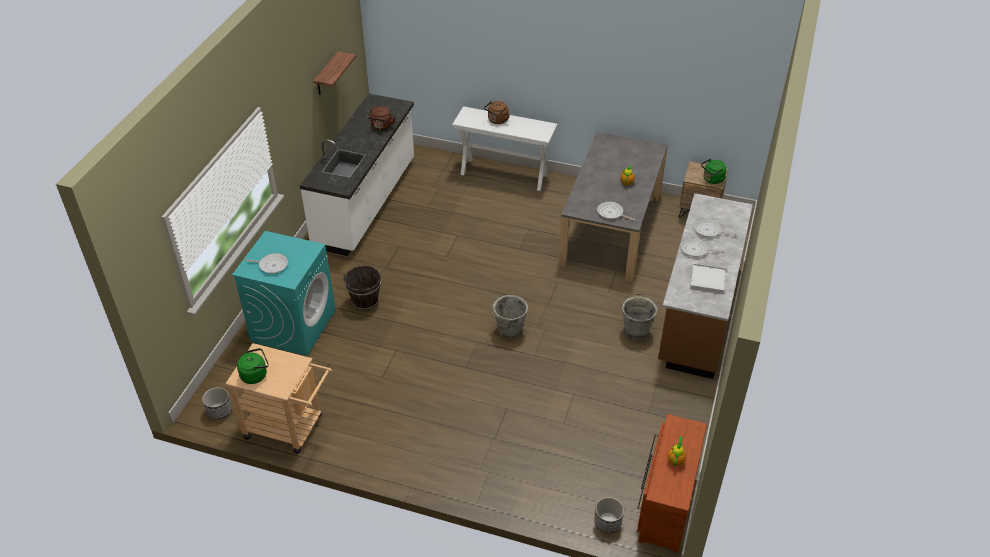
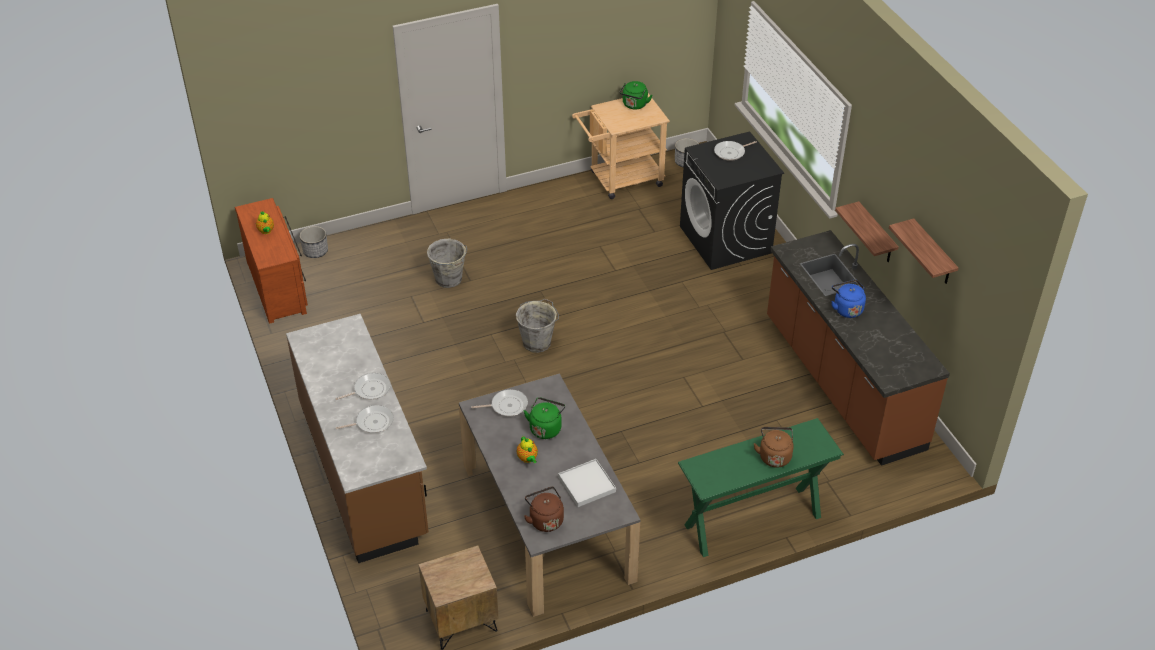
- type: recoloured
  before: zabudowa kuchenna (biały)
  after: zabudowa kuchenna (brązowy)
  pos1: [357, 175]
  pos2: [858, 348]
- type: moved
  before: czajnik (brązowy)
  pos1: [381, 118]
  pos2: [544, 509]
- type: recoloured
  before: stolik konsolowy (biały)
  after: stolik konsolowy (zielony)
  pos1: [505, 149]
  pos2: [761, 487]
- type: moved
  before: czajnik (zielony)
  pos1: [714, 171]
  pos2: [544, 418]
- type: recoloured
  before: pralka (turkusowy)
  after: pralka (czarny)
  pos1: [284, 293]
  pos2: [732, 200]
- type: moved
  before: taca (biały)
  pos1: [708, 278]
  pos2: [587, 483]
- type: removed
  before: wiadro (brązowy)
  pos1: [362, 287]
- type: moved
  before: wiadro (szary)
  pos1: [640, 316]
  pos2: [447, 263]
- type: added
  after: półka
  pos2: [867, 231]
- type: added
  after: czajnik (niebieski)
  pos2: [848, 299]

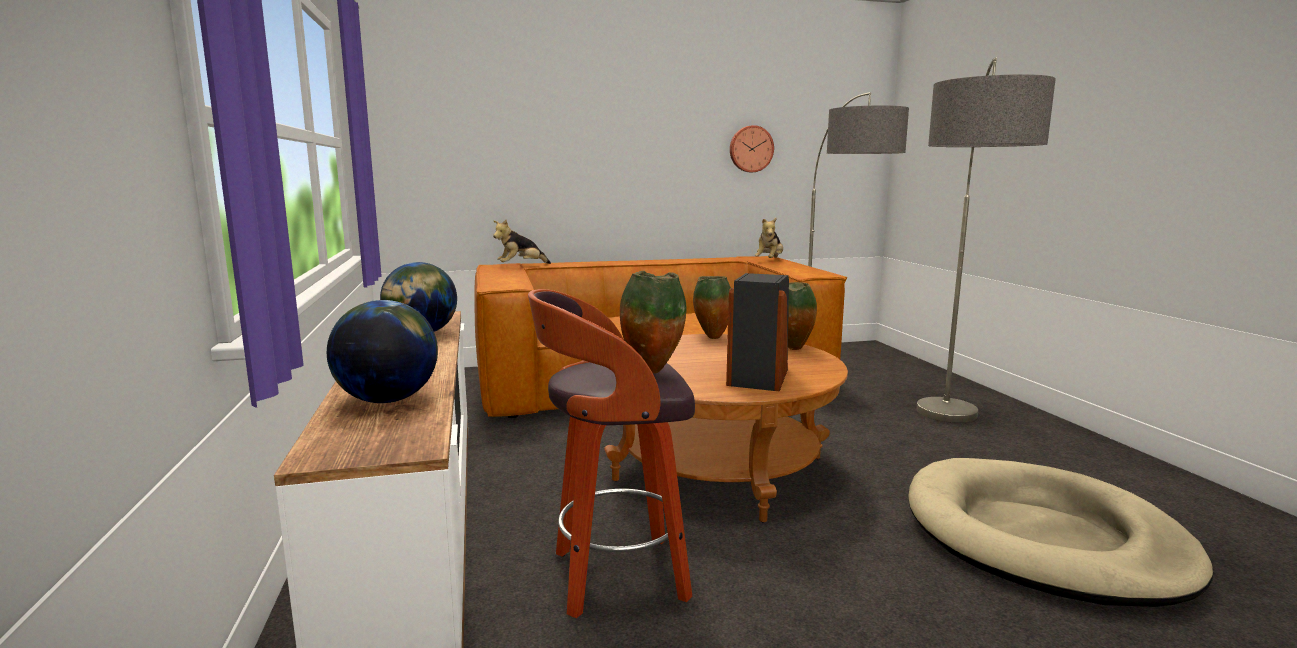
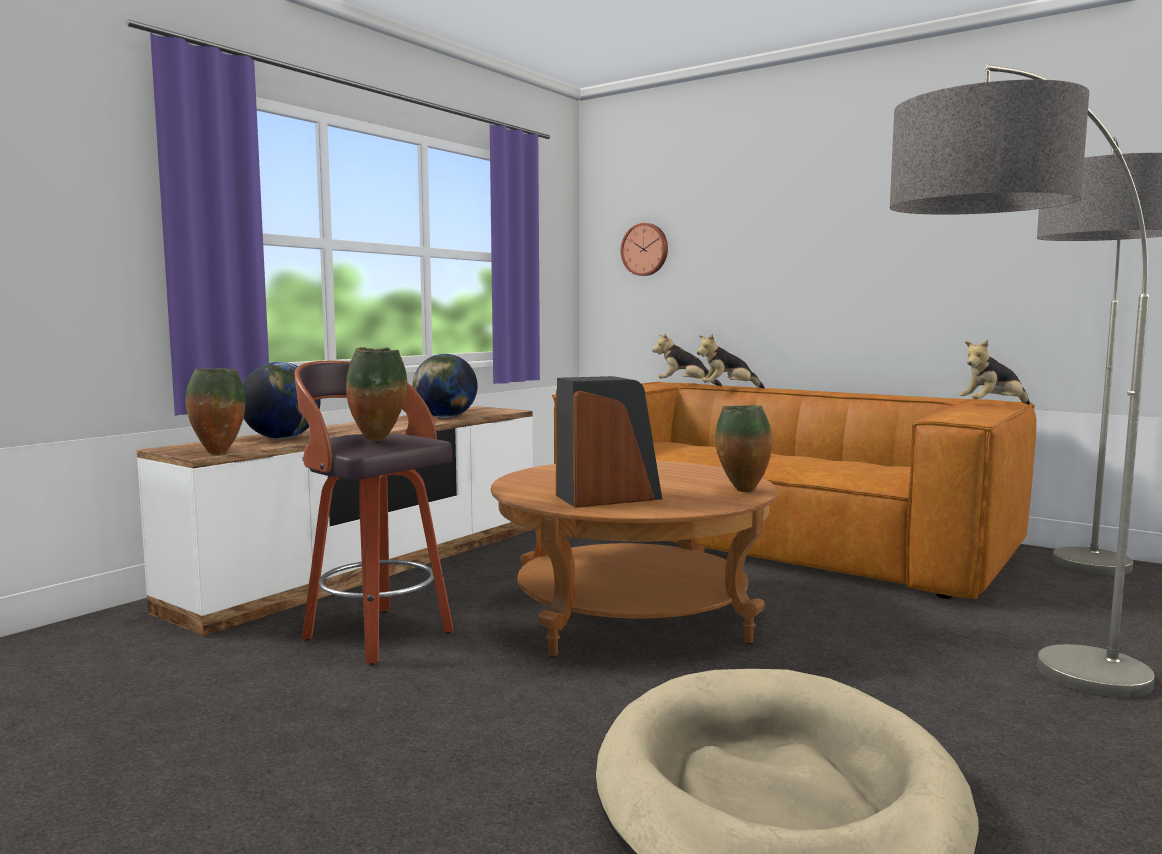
- type: moved
  before: zegar ścienny
  pos1: [752, 148]
  pos2: [644, 249]
- type: moved
  before: wazon
  pos1: [712, 307]
  pos2: [215, 411]
- type: added
  after: pluszak
  pos2: [731, 361]

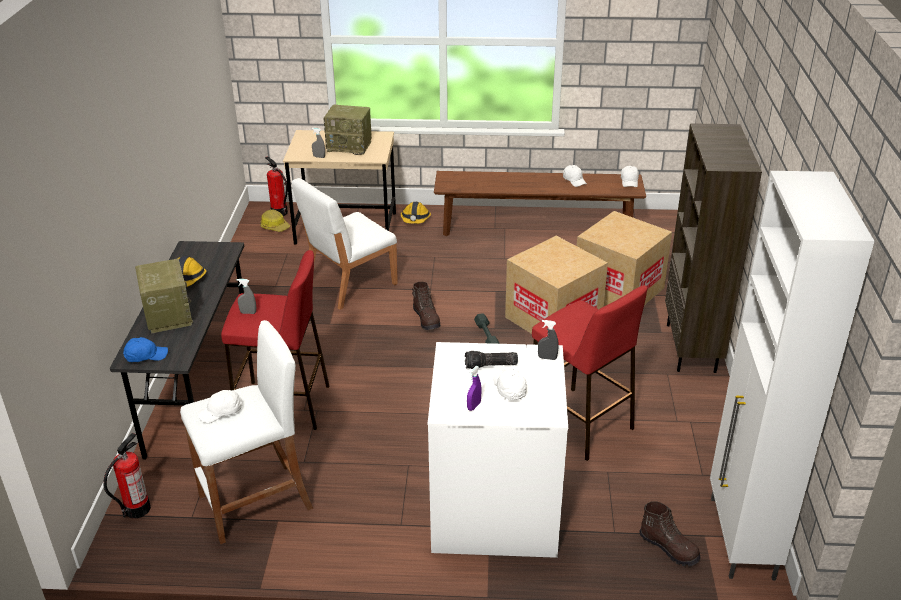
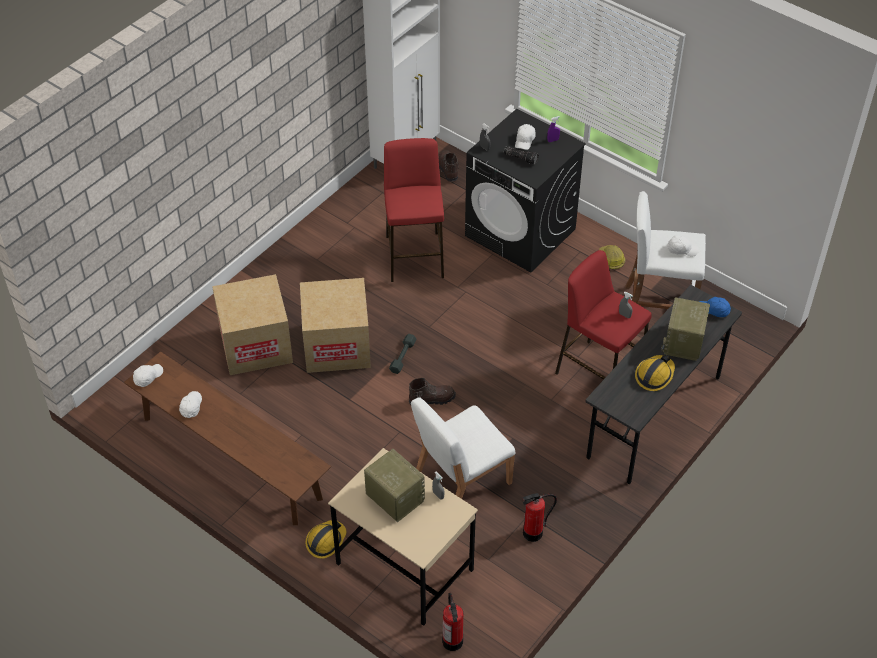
- type: removed
  before: regał (brązowy)
  pos1: [713, 248]
- type: turned
  before: krzesło (biały)
  pos1: [345, 244]
  pos2: [463, 448]
  turn: 150
- type: moved
  before: kask
  pos1: [275, 220]
  pos2: [612, 257]
- type: turned
  before: but z cholewką (brązowy)
  pos1: [426, 306]
  pos2: [432, 391]
  turn: 60
- type: recoloured
  before: pralka (biały)
  after: pralka (czarny)
  pos1: [498, 450]
  pos2: [525, 191]
- type: moved
  before: gaśnica
  pos1: [127, 475]
  pos2: [539, 517]

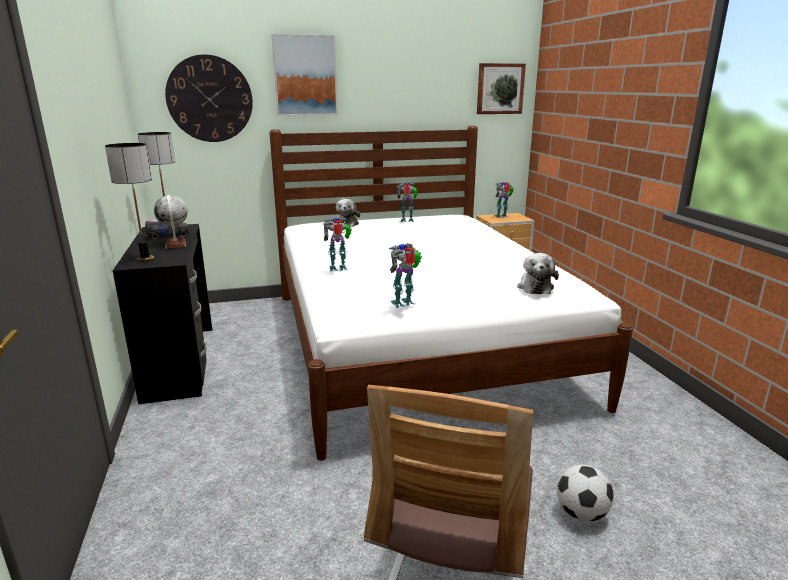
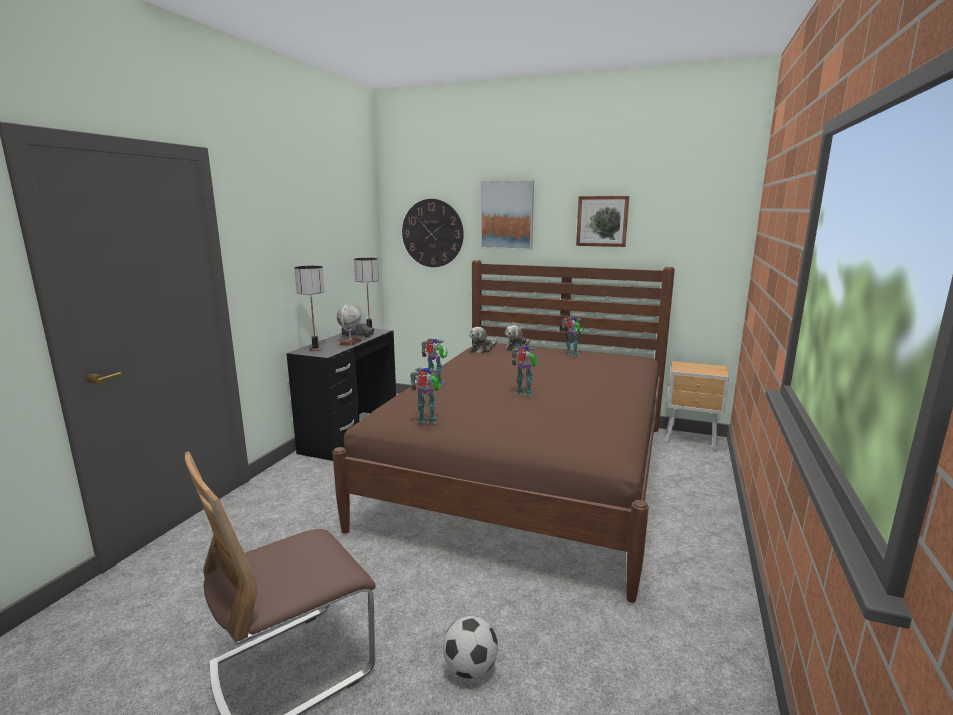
- type: moved
  before: obraz
  pos1: [501, 88]
  pos2: [602, 221]
- type: recoloured
  before: łóżko (biały)
  after: łóżko (brązowy)
  pos1: [451, 293]
  pos2: [503, 431]
- type: moved
  before: robot zabawkowy
  pos1: [504, 200]
  pos2: [524, 371]
- type: moved
  before: pluszak
  pos1: [538, 273]
  pos2: [483, 340]

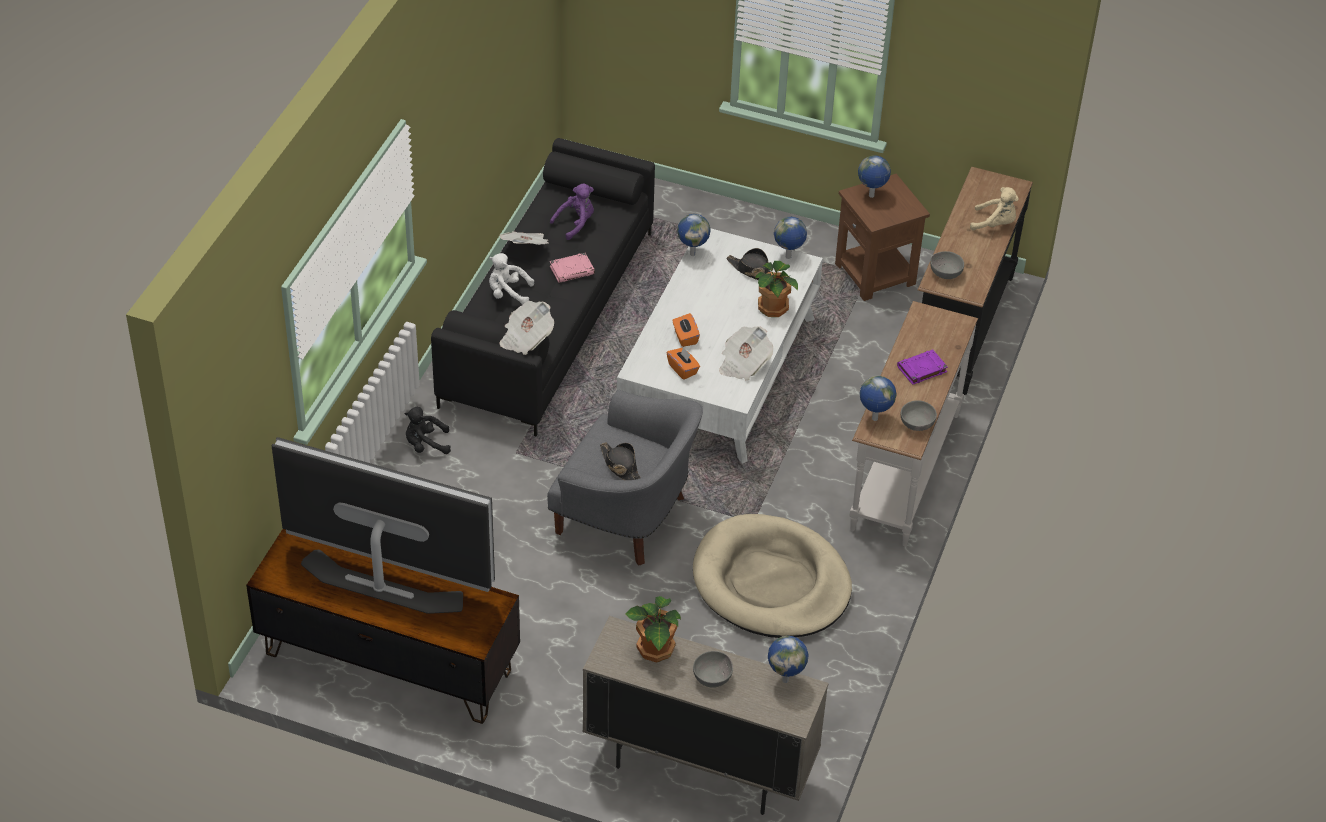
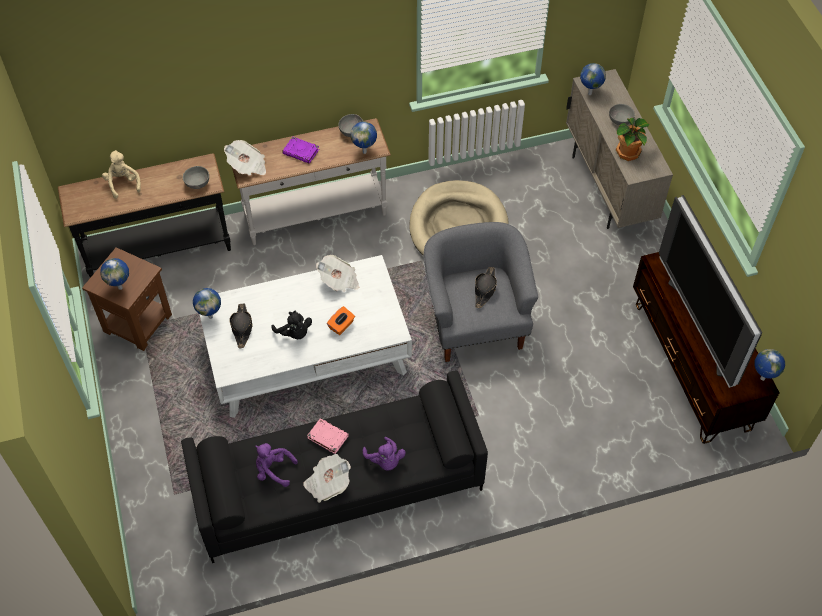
- type: moved
  before: globus
  pos1: [694, 235]
  pos2: [769, 365]
- type: recoloured
  before: pluszak (biały)
  after: pluszak (fioletowy)
  pos1: [511, 279]
  pos2: [384, 454]
- type: removed
  before: roślina doniczkowa
  pos1: [776, 289]
- type: moved
  before: gazeta
  pos1: [526, 328]
  pos2: [245, 158]
- type: removed
  before: pudełko chusteczek (pomarańczowy)
  pos1: [683, 363]
- type: moved
  before: pluszak (czarny)
  pos1: [428, 430]
  pos2: [291, 325]

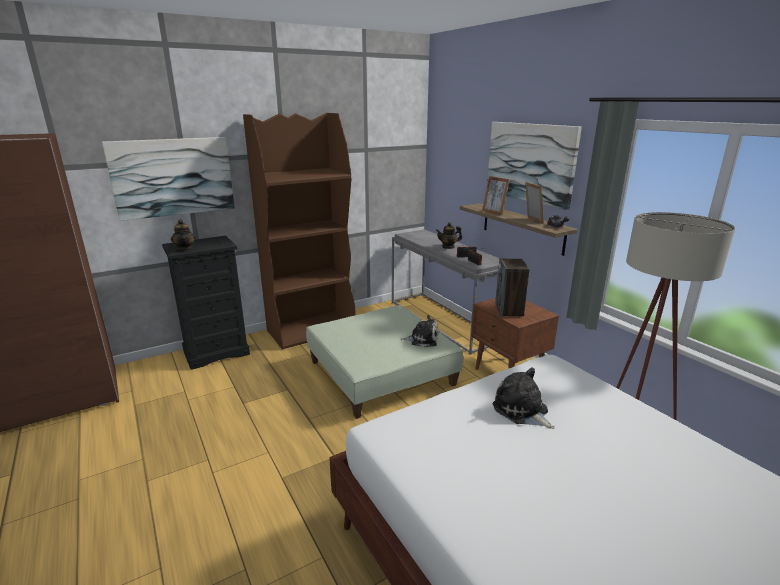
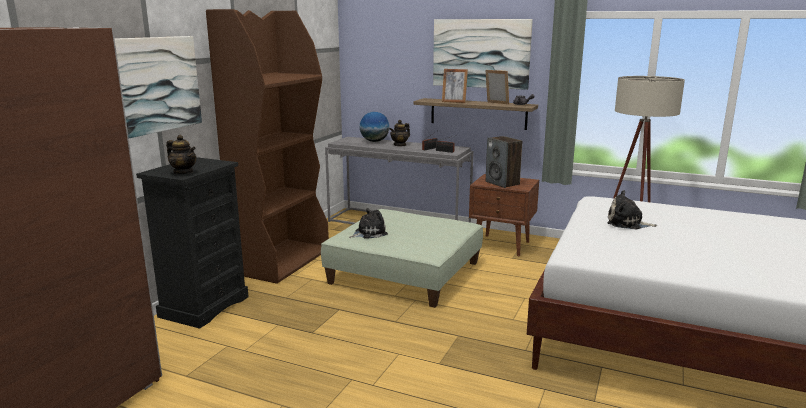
- type: moved
  before: pluszak
  pos1: [419, 331]
  pos2: [368, 223]
- type: added
  after: globus
  pos2: [374, 127]

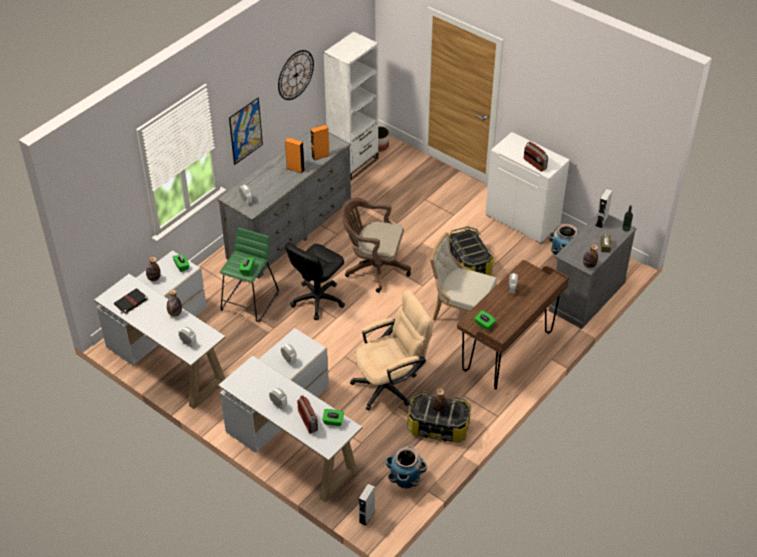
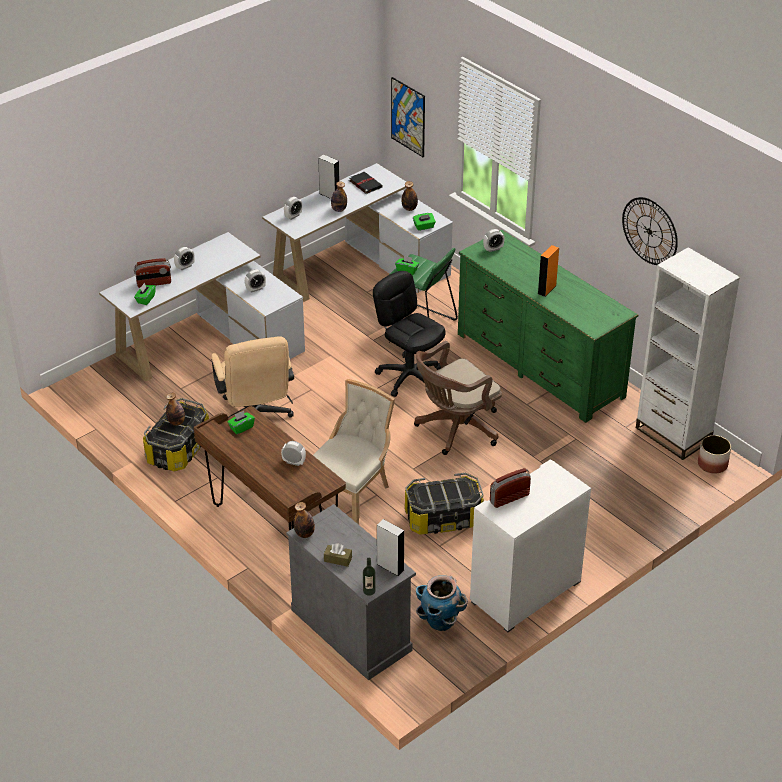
- type: moved
  before: obraz
  pos1: [246, 131]
  pos2: [408, 117]
- type: removed
  before: głośnik (pomarańczowy)
  pos1: [320, 142]
- type: recoloured
  before: komoda (szary)
  after: komoda (zielony)
  pos1: [284, 202]
  pos2: [548, 326]
- type: turned
  before: krzesło biurowe (brązowy)
  pos1: [376, 245]
  pos2: [458, 398]
  turn: -150
- type: removed
  before: donica
  pos1: [407, 467]
- type: moved
  before: głośnik (szary)
  pos1: [367, 505]
  pos2: [329, 176]

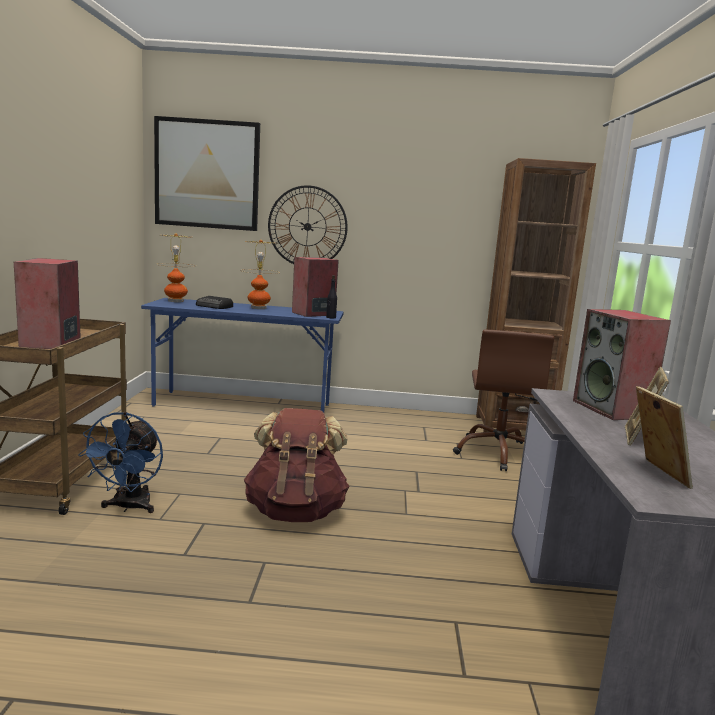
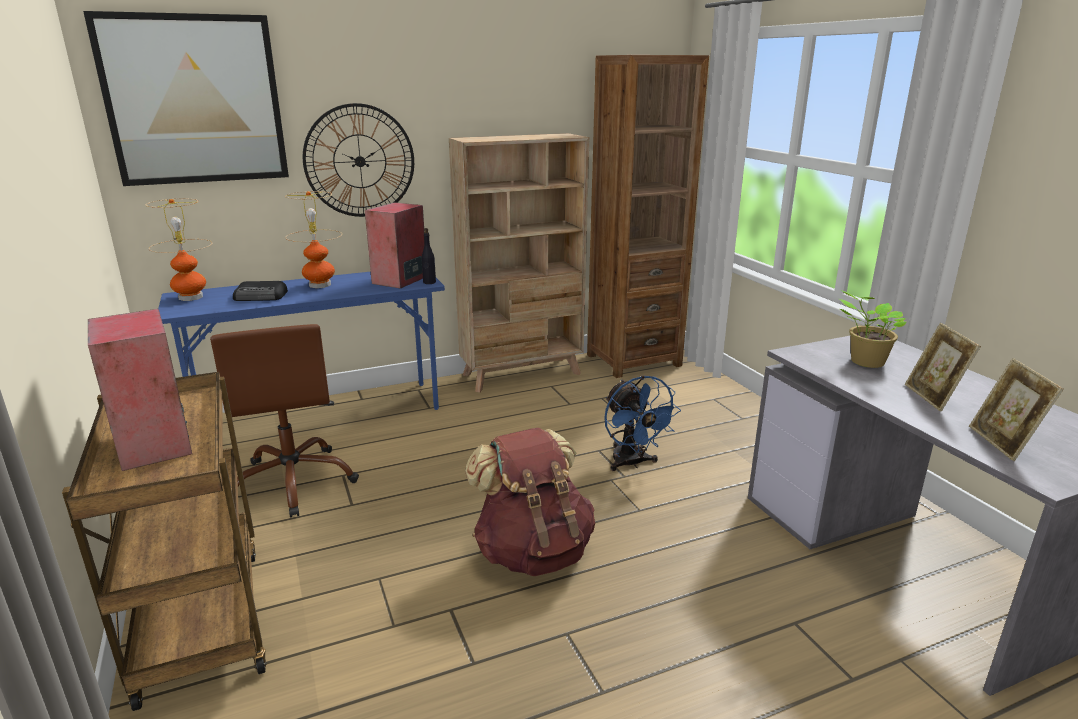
- type: replaced
  before: głośnik
  after: roślina doniczkowa
  pos1: [622, 364]
  pos2: [873, 329]
- type: moved
  before: krzesło biurowe (brązowy)
  pos1: [503, 400]
  pos2: [284, 421]
- type: turned
  before: ramka na zdjęcie
  pos1: [664, 437]
  pos2: [1016, 409]
  turn: -150
- type: moved
  before: wentylator (niebieski)
  pos1: [120, 462]
  pos2: [642, 423]
- type: added
  after: regał (beżowy)
  pos2: [519, 263]

